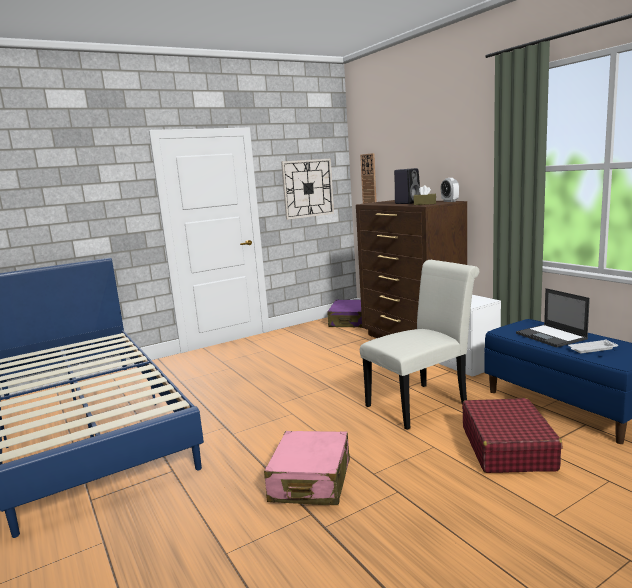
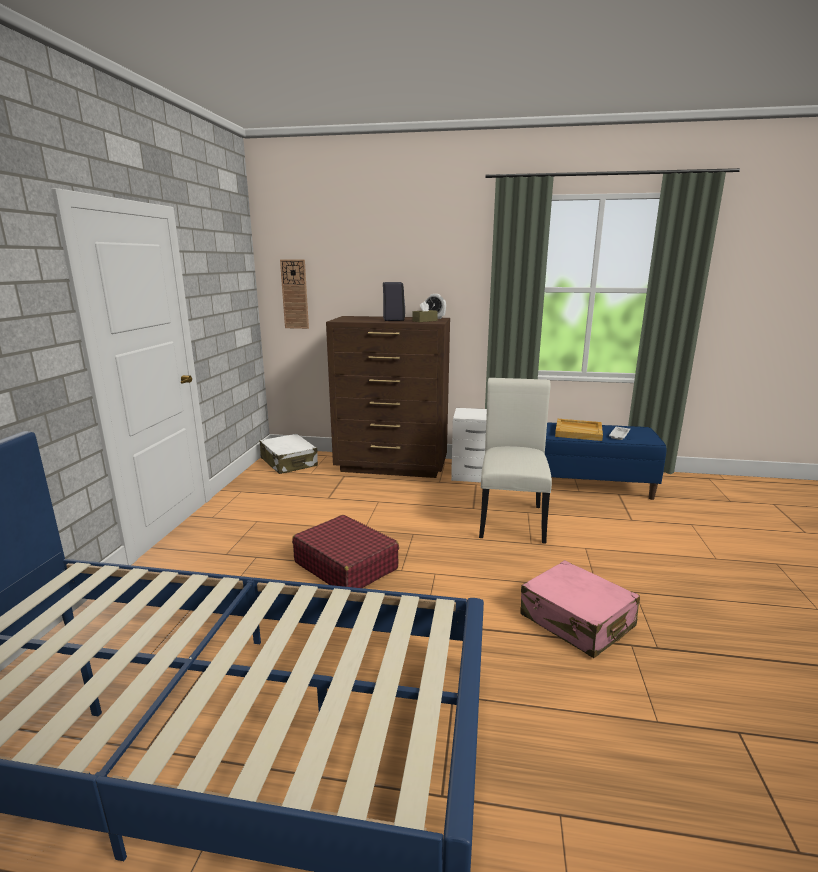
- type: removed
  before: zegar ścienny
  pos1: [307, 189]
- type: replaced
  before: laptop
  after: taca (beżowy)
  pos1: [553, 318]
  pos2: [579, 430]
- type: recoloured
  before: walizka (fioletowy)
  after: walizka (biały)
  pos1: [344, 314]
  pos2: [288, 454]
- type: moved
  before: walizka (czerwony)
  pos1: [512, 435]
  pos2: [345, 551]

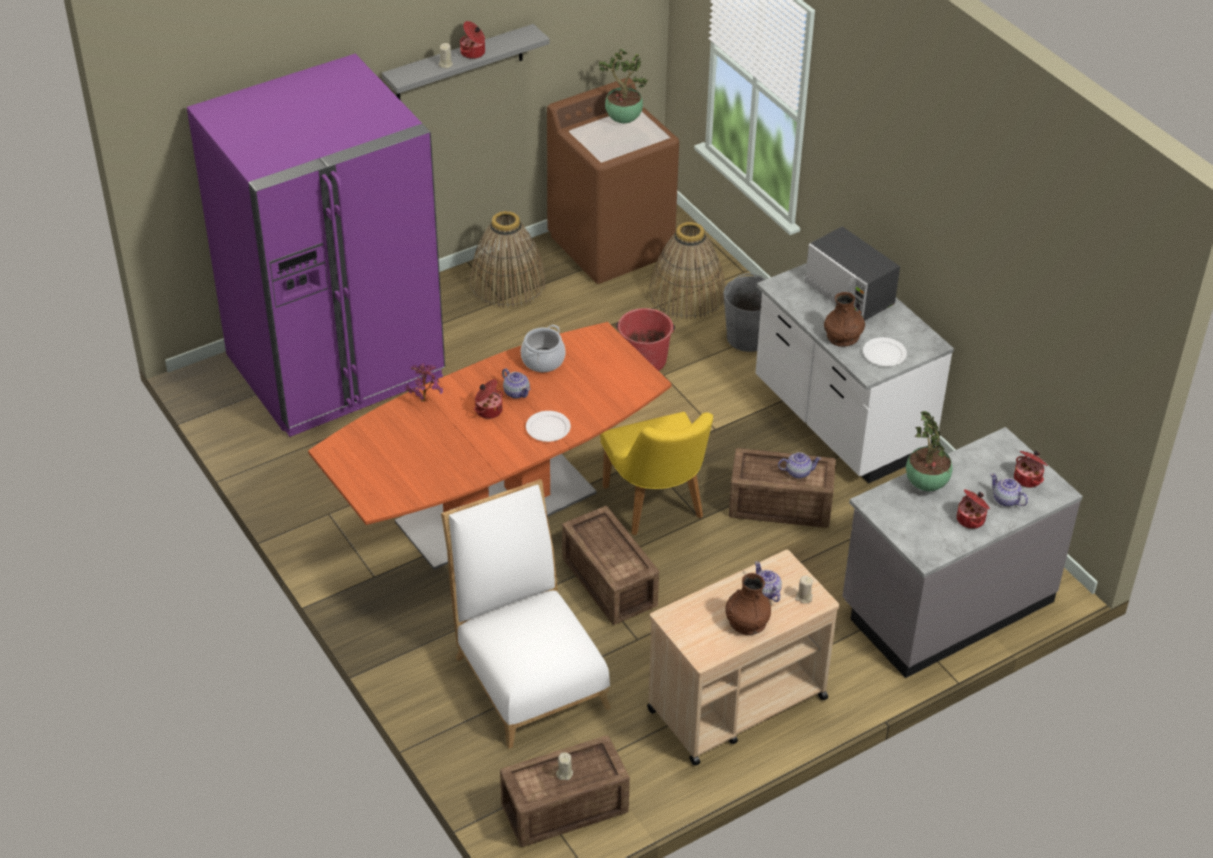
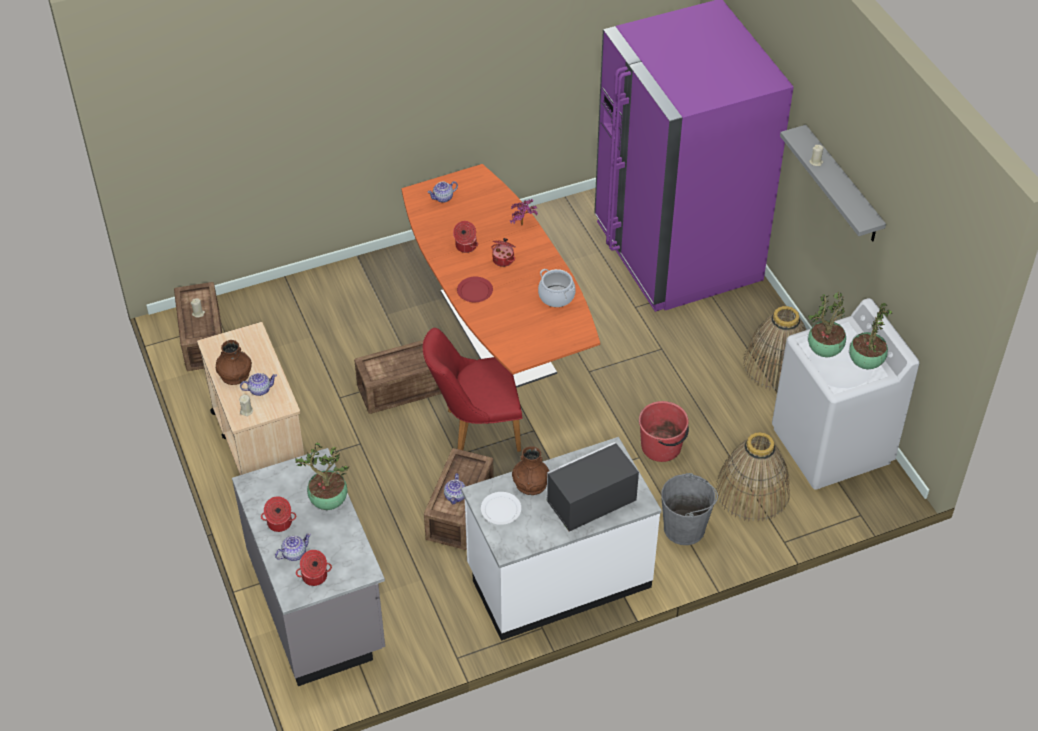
- type: moved
  before: garnek
  pos1: [472, 40]
  pos2: [465, 237]
- type: recoloured
  before: pralka (brązowy)
  after: pralka (biały)
  pos1: [613, 181]
  pos2: [845, 394]
- type: moved
  before: imbryk
  pos1: [516, 383]
  pos2: [442, 192]
- type: recoloured
  before: talerz (biały)
  after: talerz (czerwony)
  pos1: [548, 426]
  pos2: [475, 289]
- type: recoloured
  before: krzesło (żółty)
  after: krzesło (czerwony)
  pos1: [656, 474]
  pos2: [473, 390]
- type: removed
  before: krzesło (biały)
  pos1: [526, 614]
- type: added
  after: roślina doniczkowa
  pos2: [827, 324]

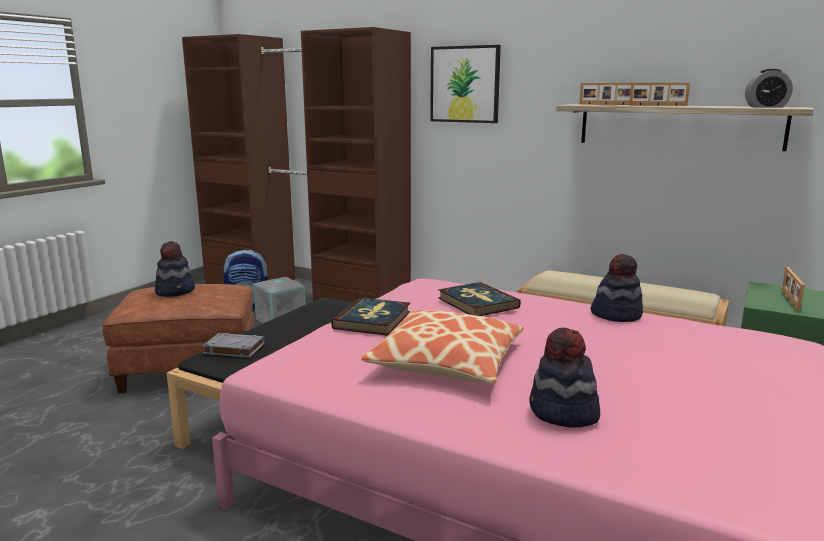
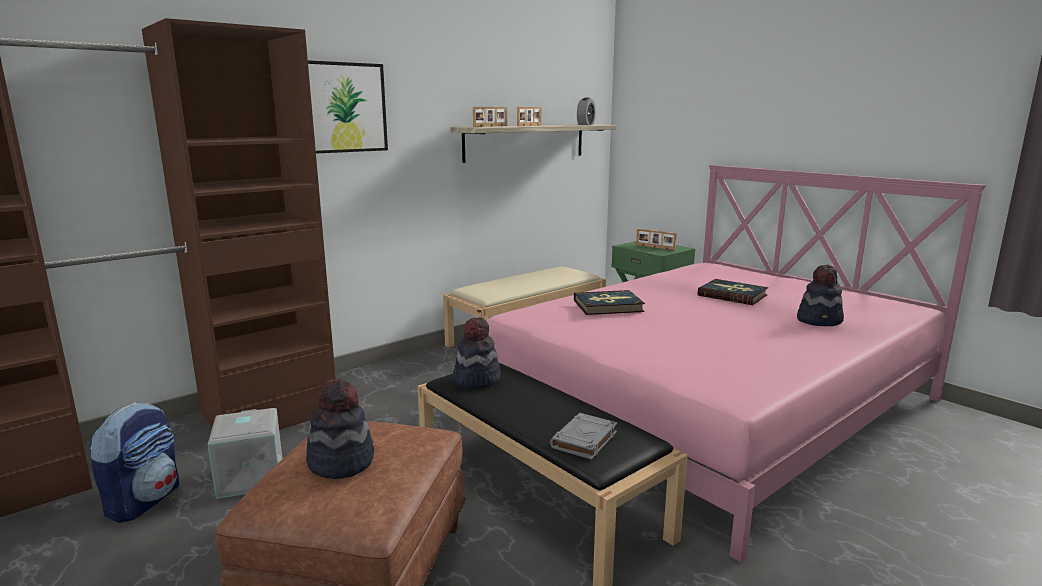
- type: moved
  before: kapelusz
  pos1: [617, 288]
  pos2: [477, 353]
- type: moved
  before: książka
  pos1: [370, 317]
  pos2: [732, 292]
- type: removed
  before: poduszka
  pos1: [442, 347]

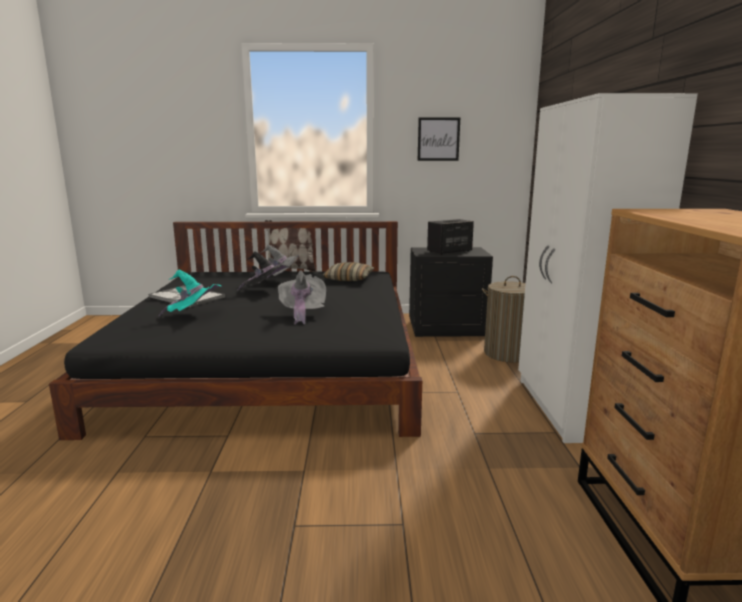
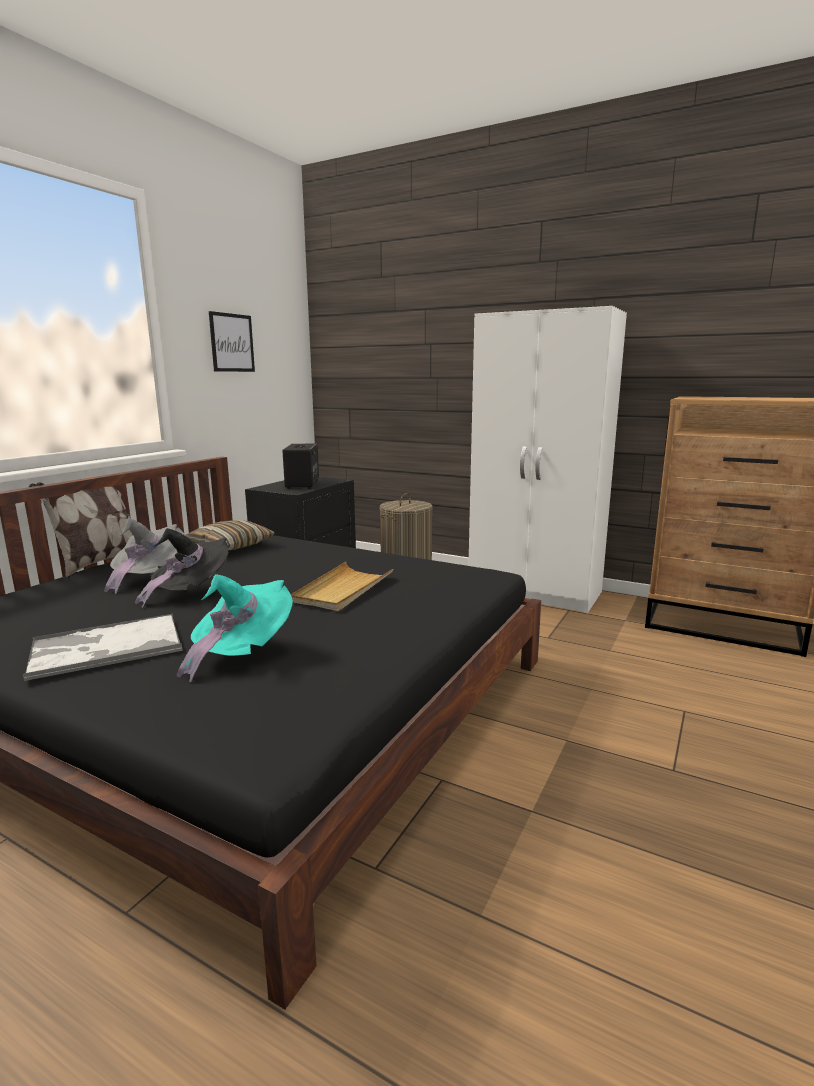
- type: replaced
  before: kapelusz (szary)
  after: taca (beżowy)
  pos1: [302, 297]
  pos2: [342, 586]

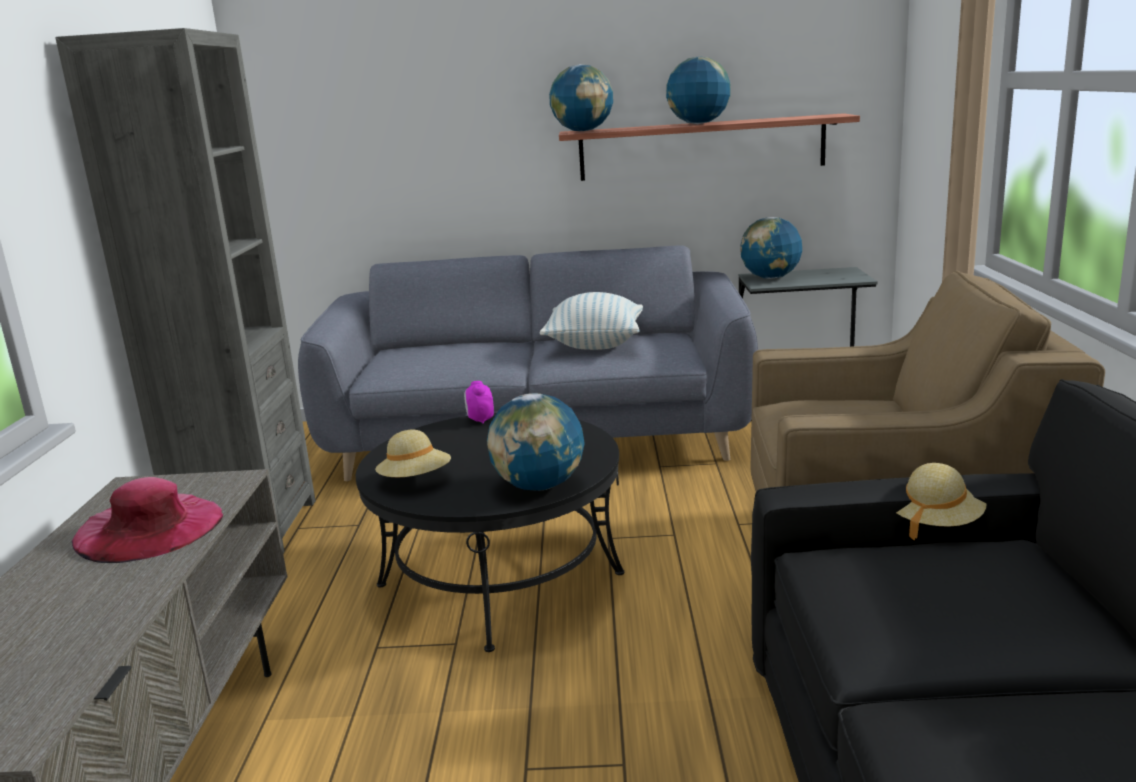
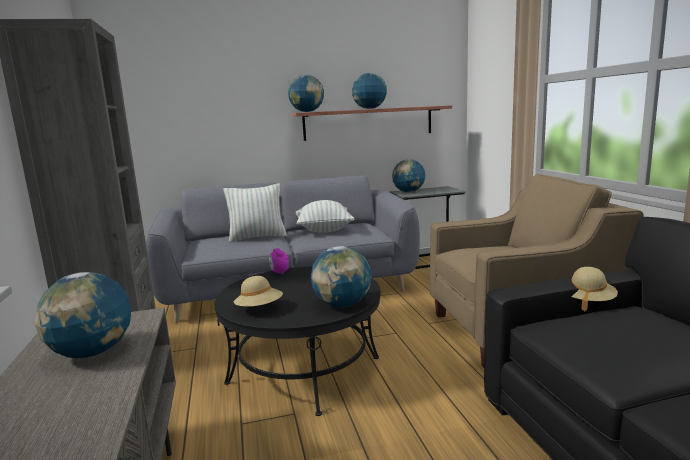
- type: replaced
  before: kapelusz (różowy)
  after: globus
  pos1: [147, 520]
  pos2: [83, 315]
- type: added
  after: poduszka
  pos2: [255, 213]

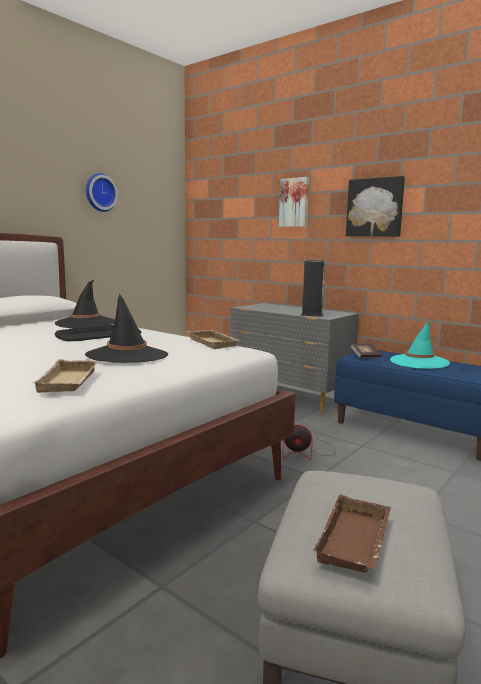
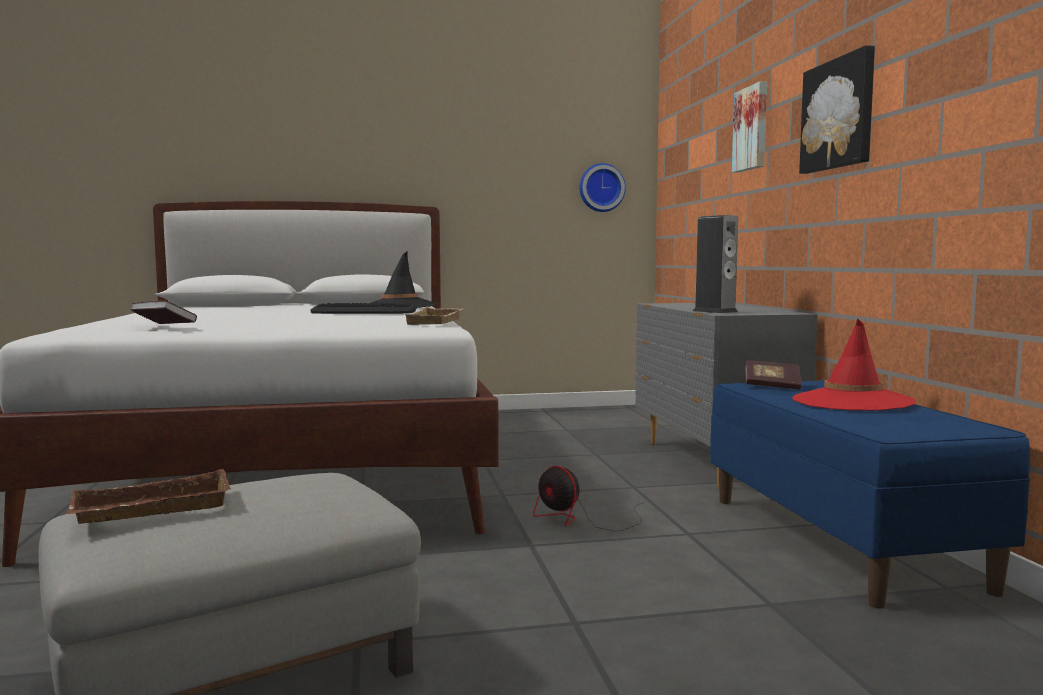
- type: moved
  before: zegar ścienny
  pos1: [102, 192]
  pos2: [602, 187]
- type: removed
  before: kapelusz (czarny)
  pos1: [126, 328]
- type: recoloured
  before: kapelusz (turkusowy)
  after: kapelusz (czerwony)
  pos1: [420, 345]
  pos2: [854, 364]
- type: replaced
  before: taca (beżowy)
  after: książka
  pos1: [65, 376]
  pos2: [163, 312]

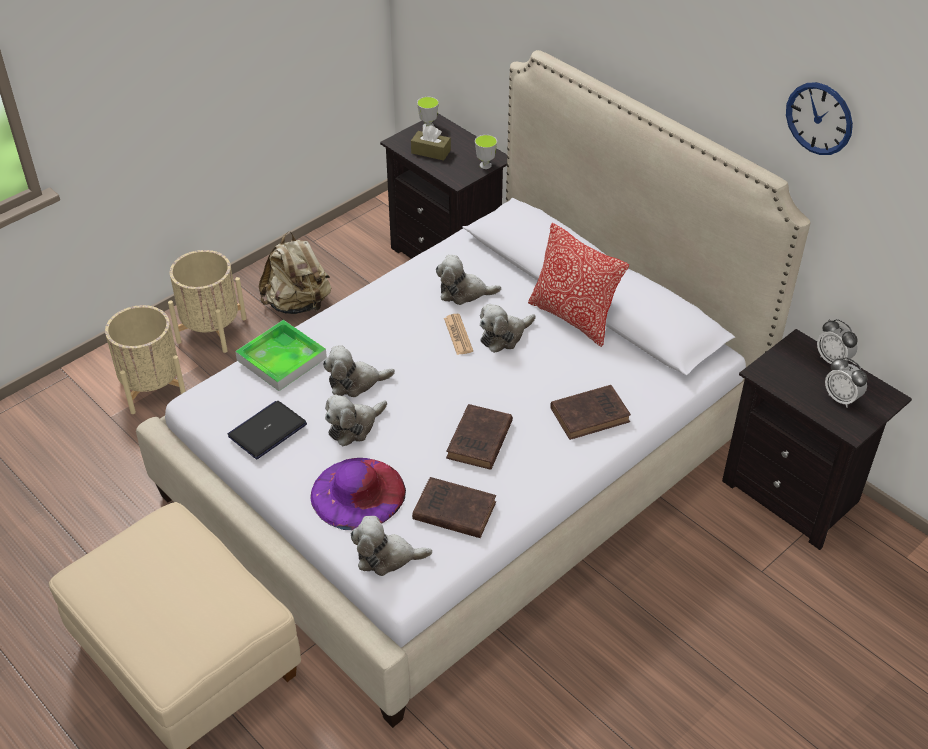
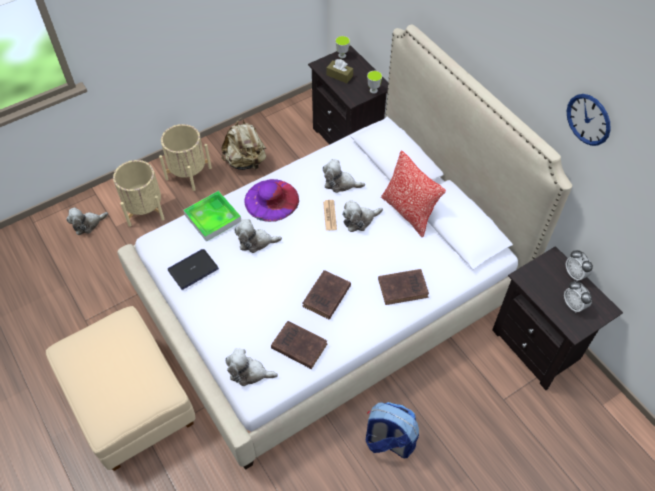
- type: moved
  before: pluszak
  pos1: [356, 420]
  pos2: [87, 221]
- type: moved
  before: kapelusz (fioletowy)
  pos1: [358, 494]
  pos2: [271, 200]
- type: added
  after: plecak
  pos2: [392, 430]

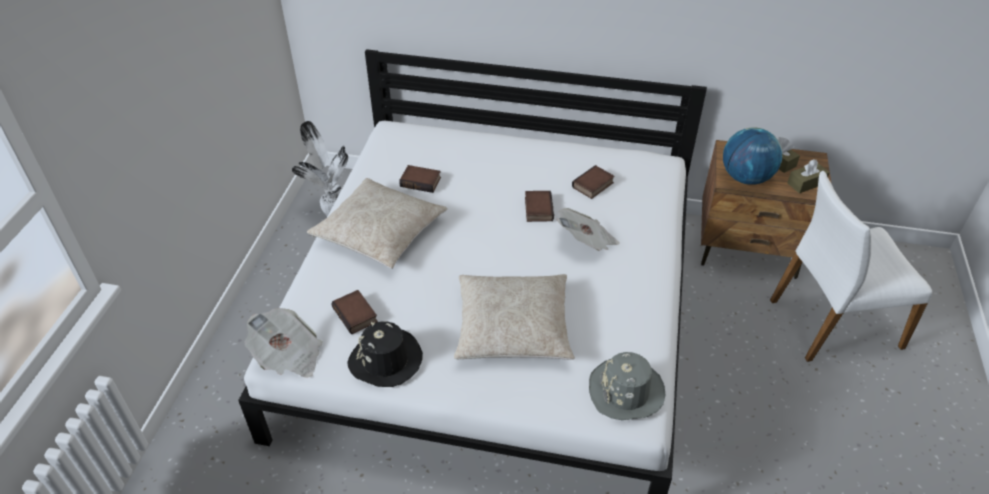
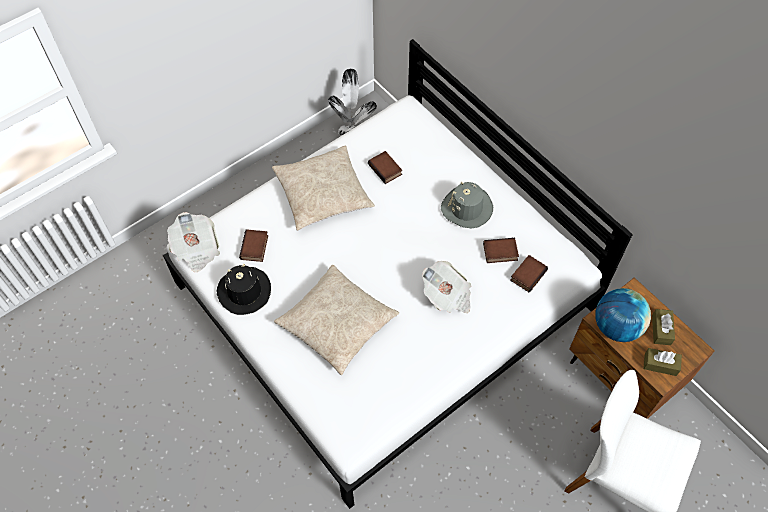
- type: moved
  before: książka
  pos1: [539, 206]
  pos2: [529, 273]
- type: moved
  before: kapelusz (szary)
  pos1: [627, 386]
  pos2: [467, 205]

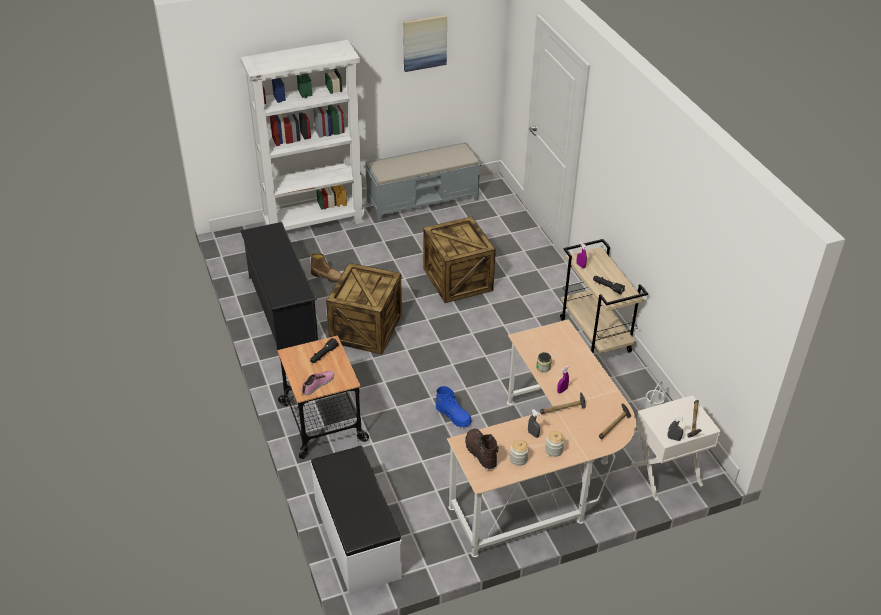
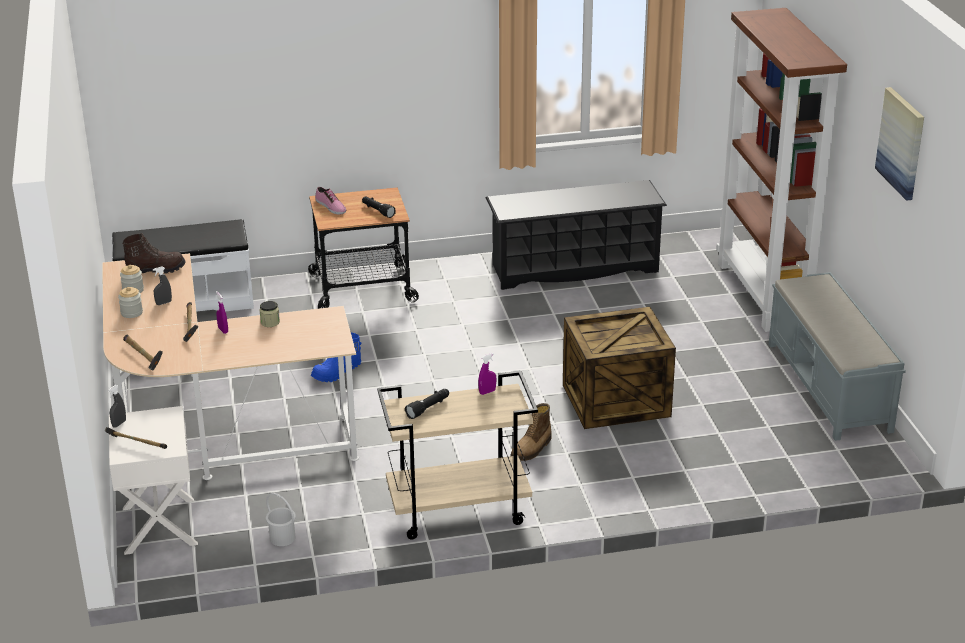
- type: recoloured
  before: regał (biały)
  after: regał (brązowy)
  pos1: [302, 135]
  pos2: [781, 170]
- type: moved
  before: but z cholewką
  pos1: [326, 268]
  pos2: [531, 432]
- type: removed
  before: skrzynka
  pos1: [364, 308]

